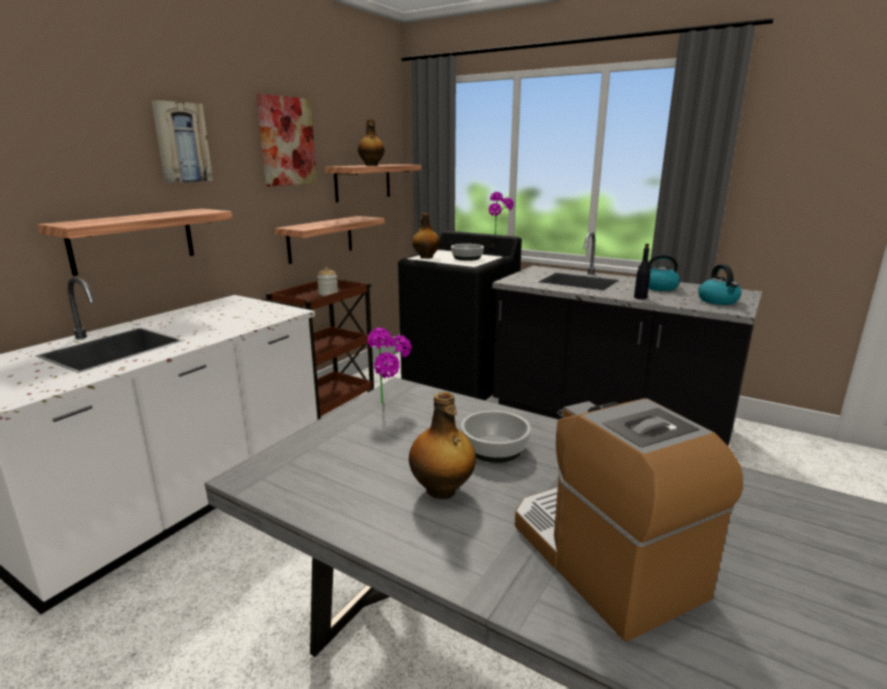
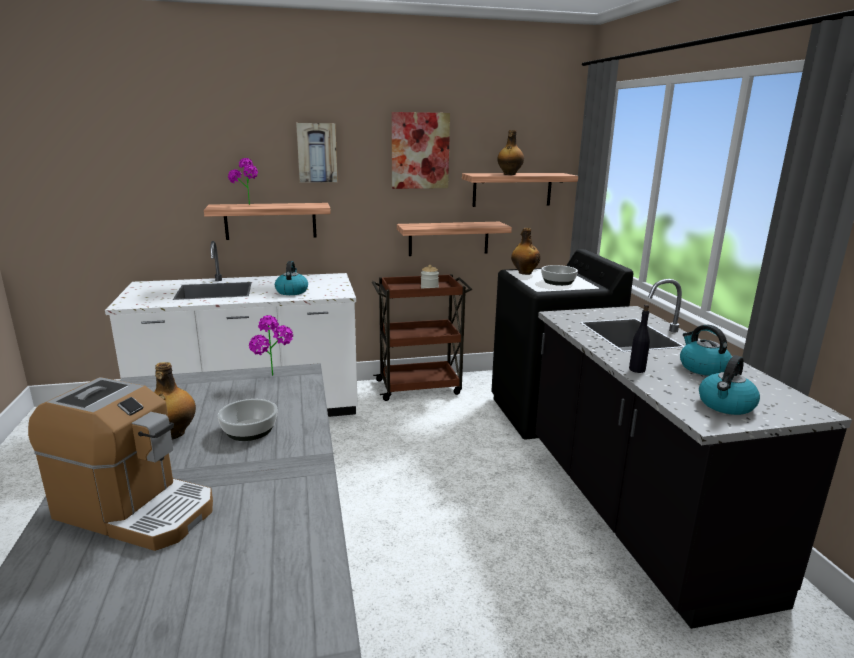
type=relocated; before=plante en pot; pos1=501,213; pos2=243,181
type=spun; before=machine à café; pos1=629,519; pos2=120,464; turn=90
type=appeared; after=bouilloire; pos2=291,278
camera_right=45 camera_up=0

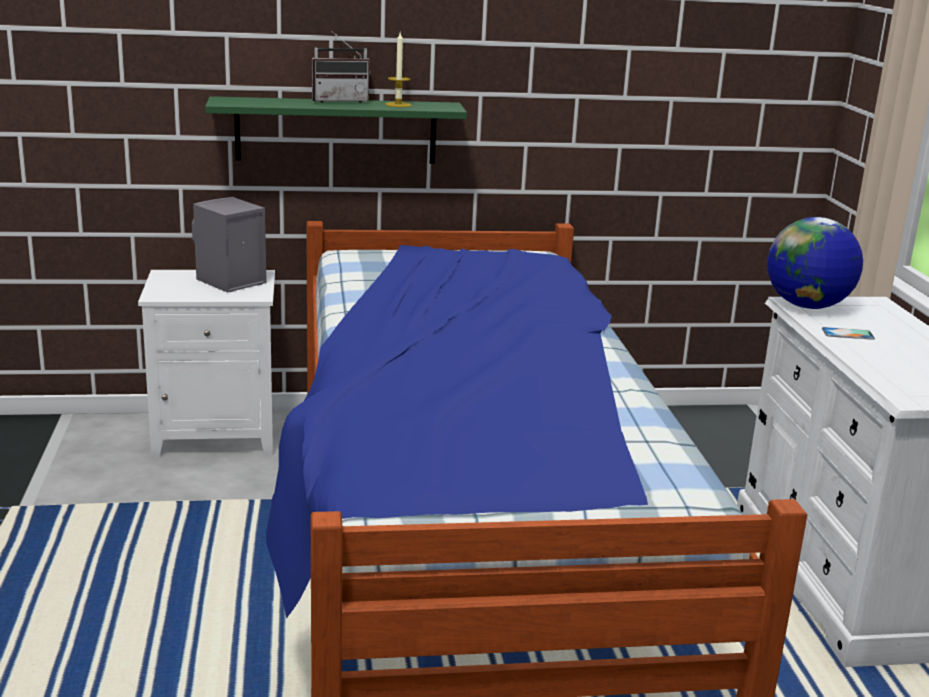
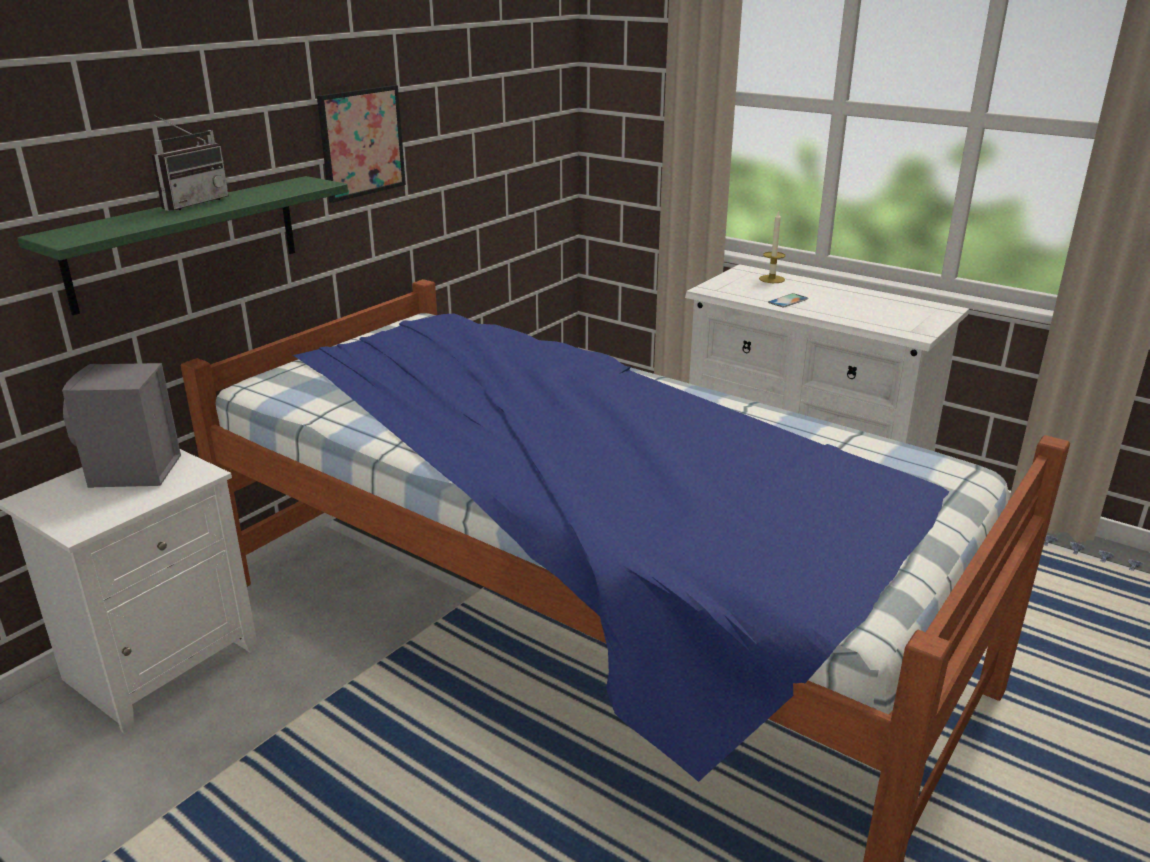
type=relocated; before=bougie; pos1=398,70; pos2=772,246
type=missing; before=globe; pos1=815,263
type=appeared; after=tableau; pos2=361,144
camera_right=-45 camera_up=5

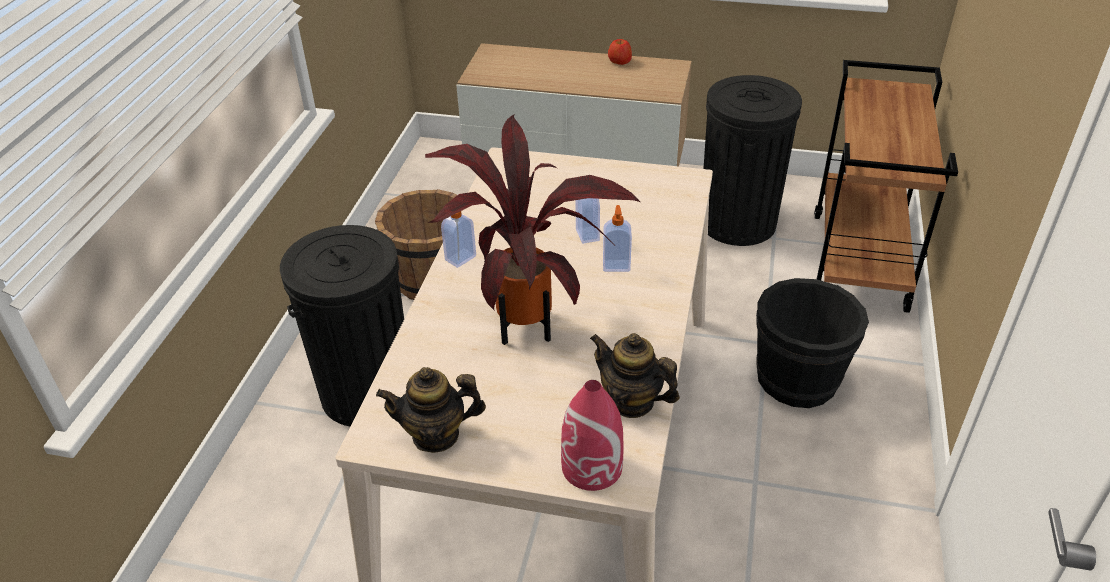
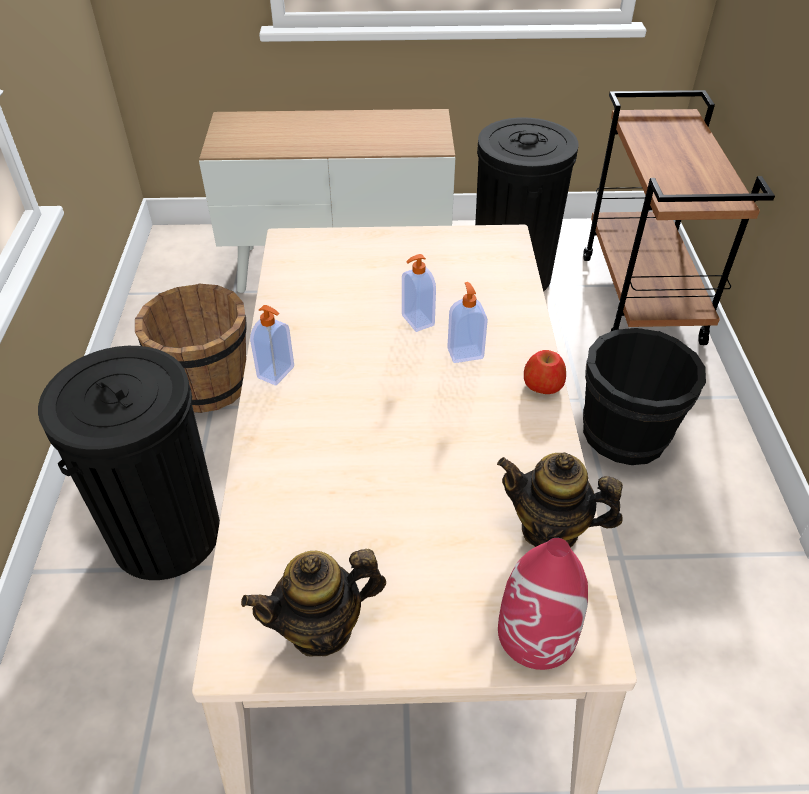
type=missing; before=plante en pot; pos1=533,230
type=relocated; before=pomme; pos1=620,52; pos2=545,372
camera_right=-15 camera_up=5

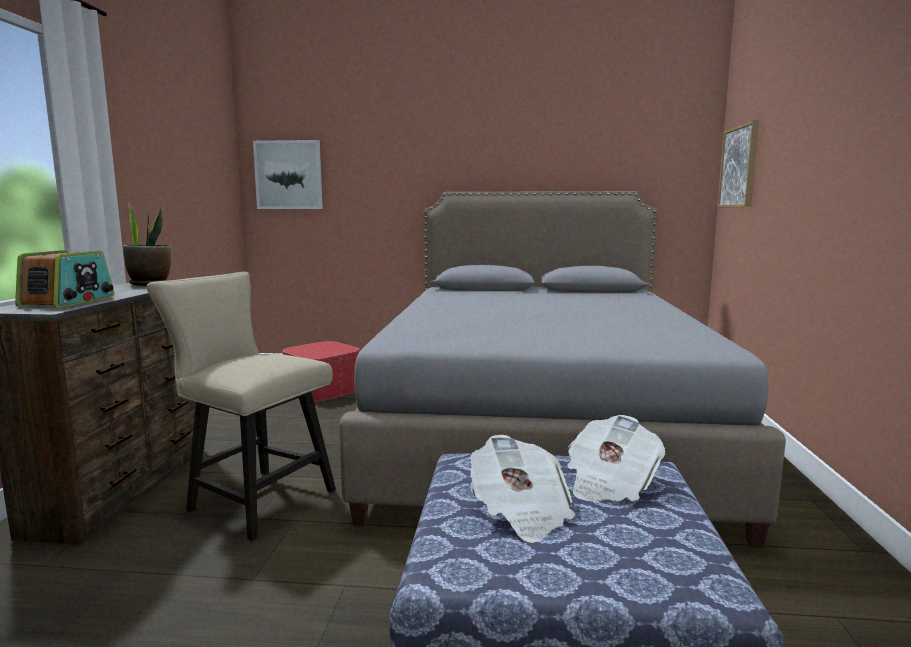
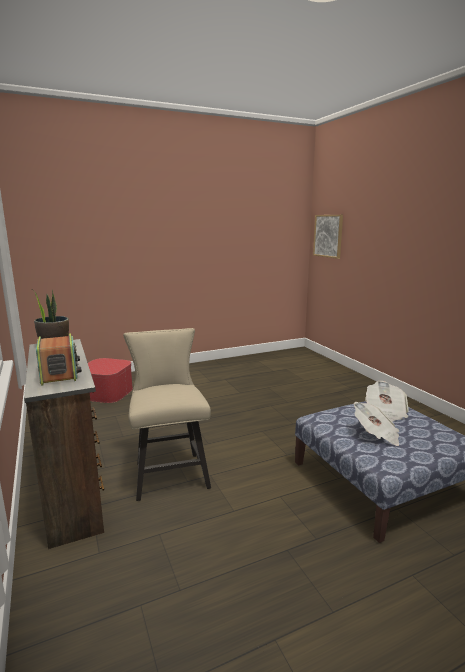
type=spun; before=chaise (beige); pos1=241,406; pos2=167,414; turn=75
type=missing; before=tableau; pos1=288,174
type=missing; before=lit (gris); pos1=562,369
camera_right=-30 camera_up=5

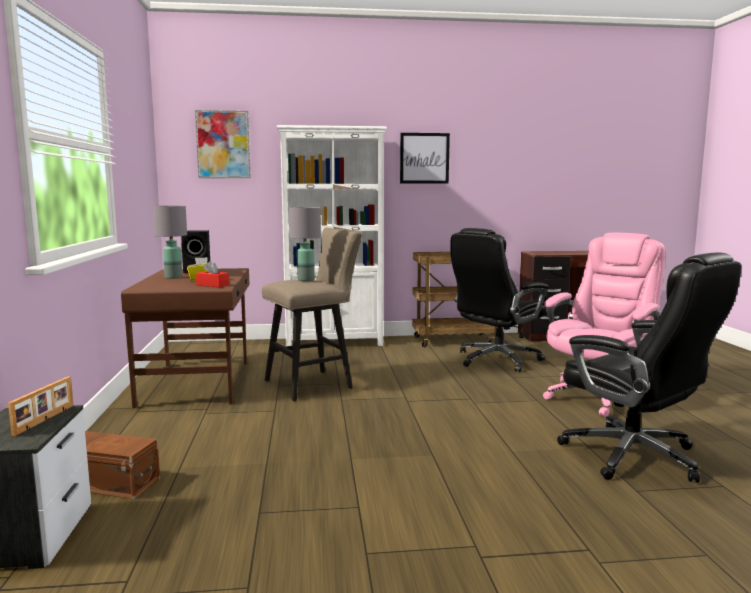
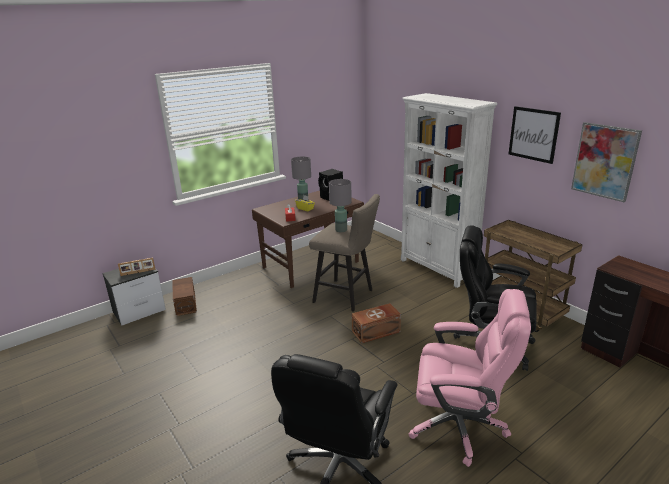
type=relocated; before=tableau; pos1=223,144; pos2=606,162
type=appeared; after=boîte de rangement (marron); pos2=376,323
camera_right=60 camera_up=15

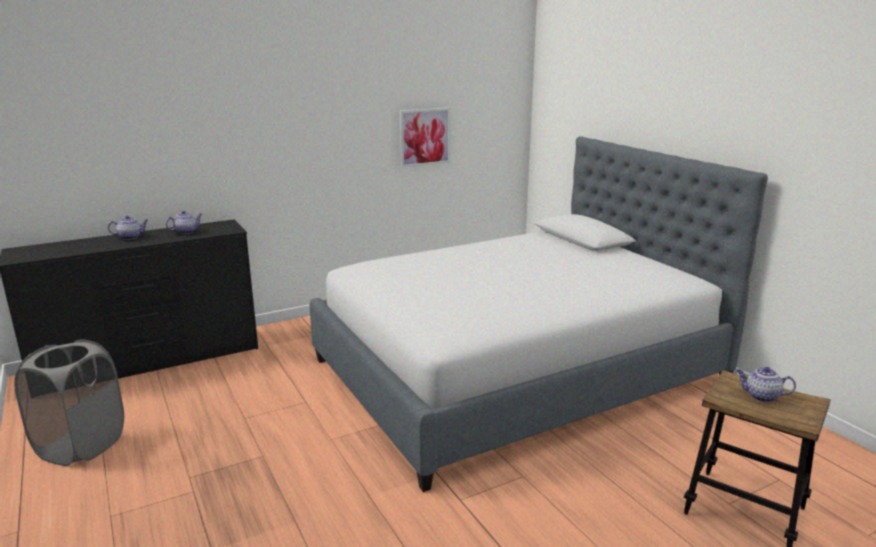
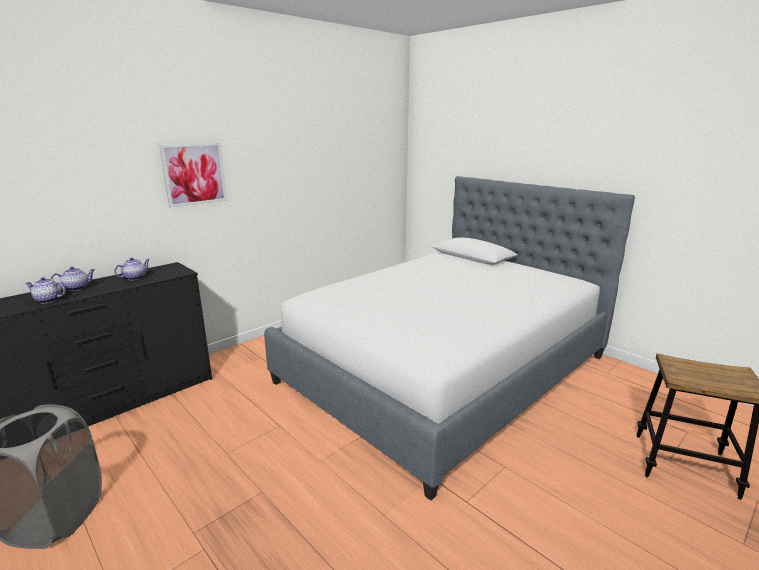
type=relocated; before=tableau; pos1=425,138; pos2=193,175
type=relocated; before=théière; pos1=766,384; pos2=45,290
camera_right=-15 camera_up=0

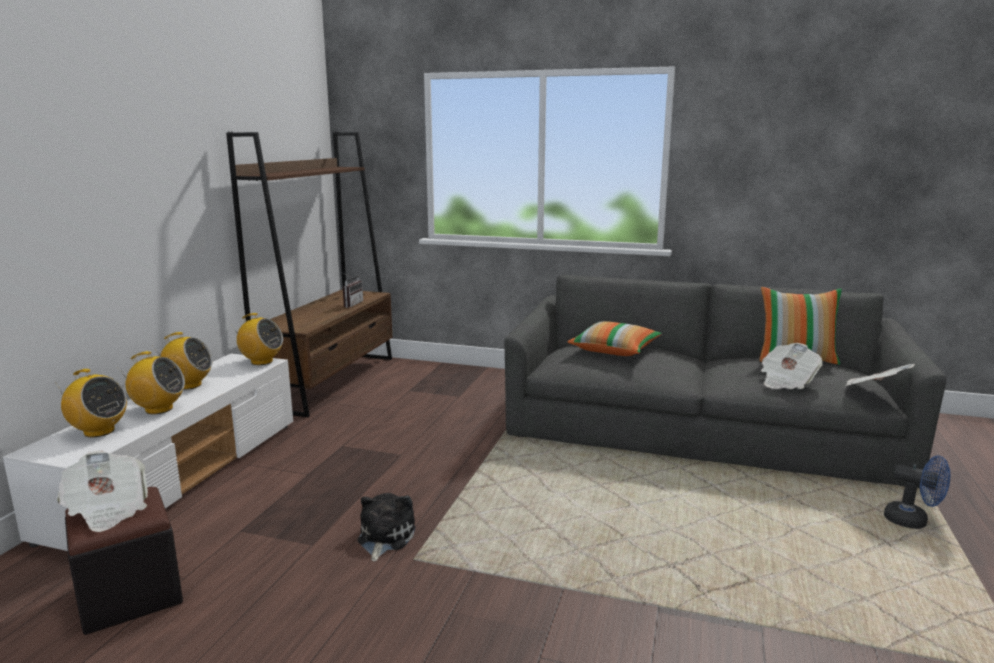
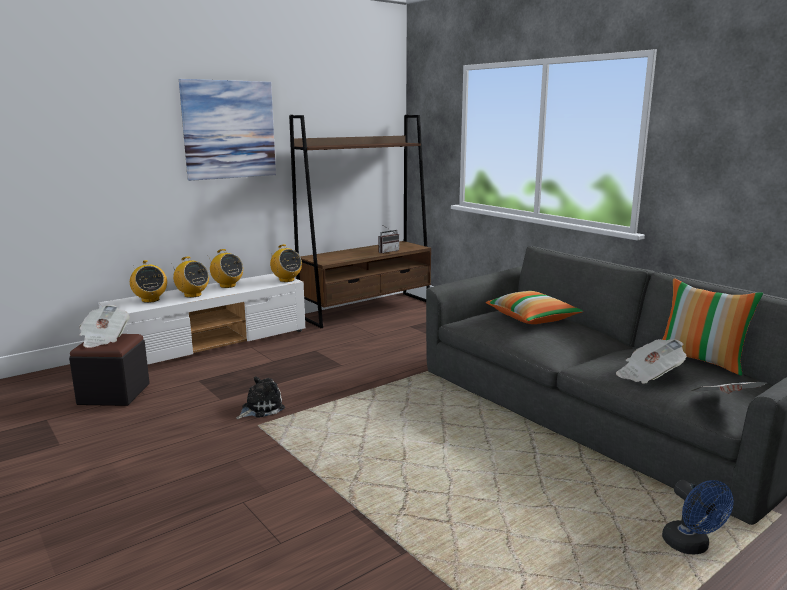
type=appeared; after=tableau; pos2=227,130
camera_right=35 camera_up=0

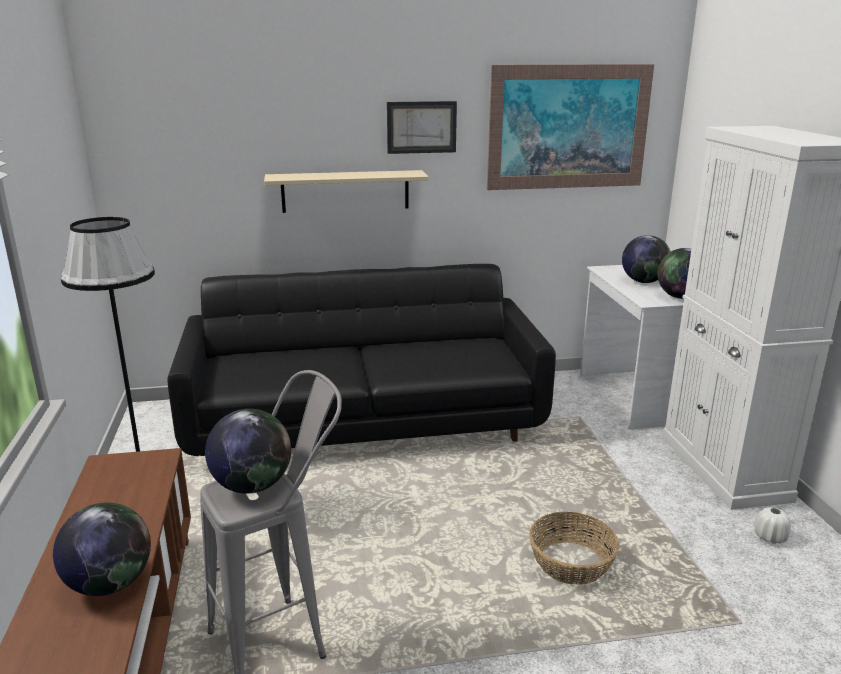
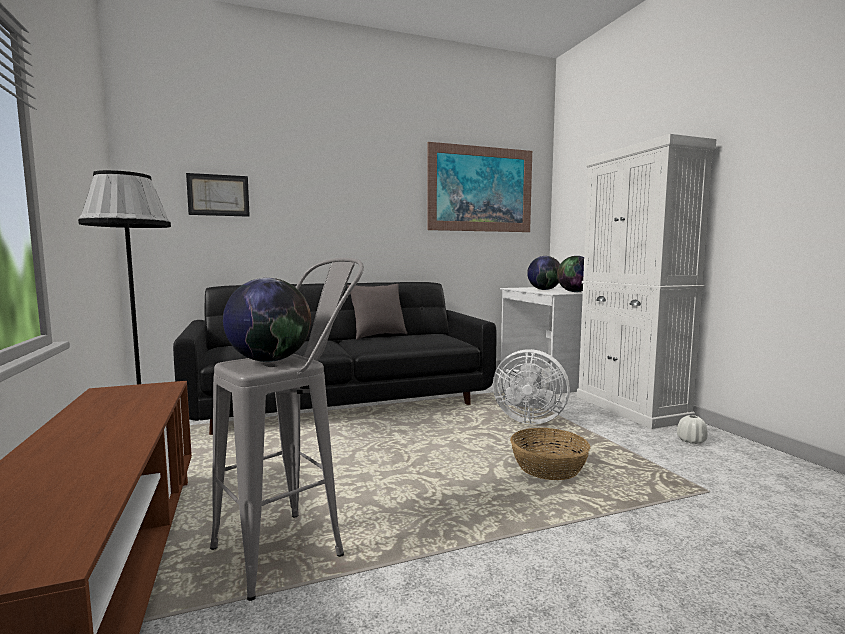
type=missing; before=globe; pos1=102,549
type=missing; before=étagère (beige); pos1=346,191
type=relocated; before=tableau; pos1=422,127; pos2=218,195
type=appeared; after=coussin (gris); pos2=377,312
type=appeared; after=ventilateur (blanc); pos2=531,386
camera_right=-10 camera_up=-15

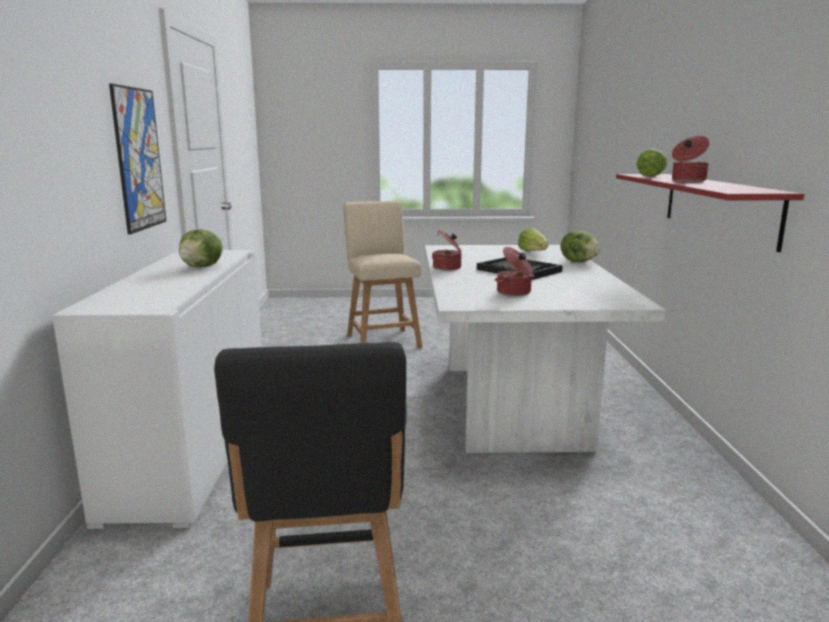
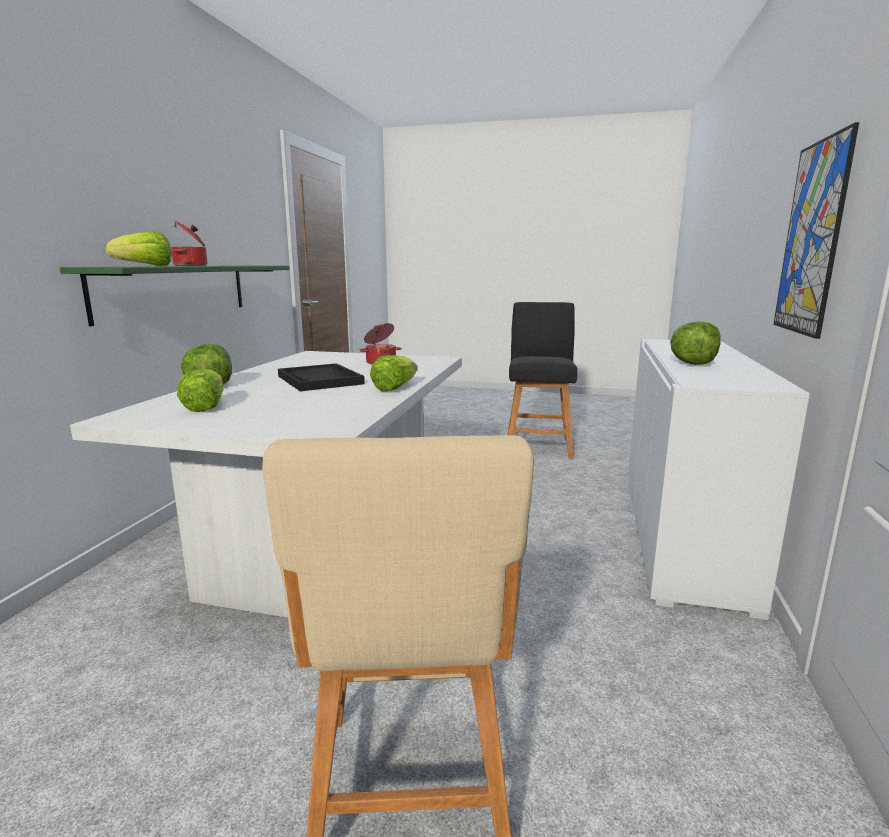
type=exchanged; before=marmite; after=laitue; pos1=446,250; pos2=394,373
type=colour; before=étagère (rouge); after=étagère (vert); pos1=710,213; pos2=175,296
camera_right=-165 camera_up=0

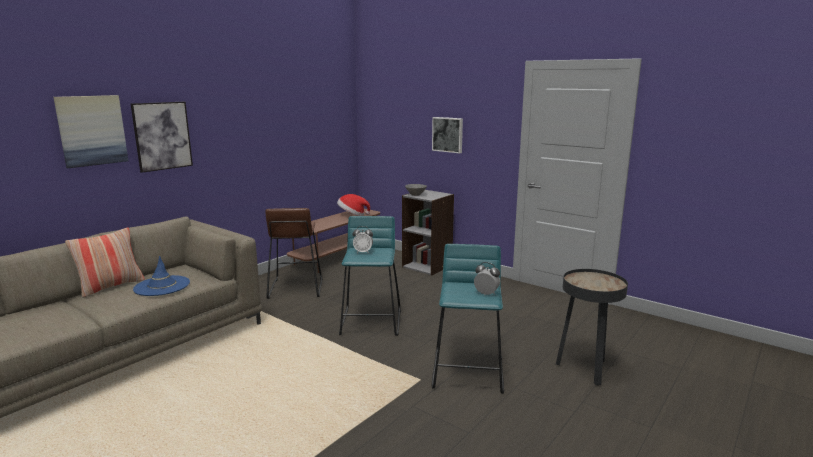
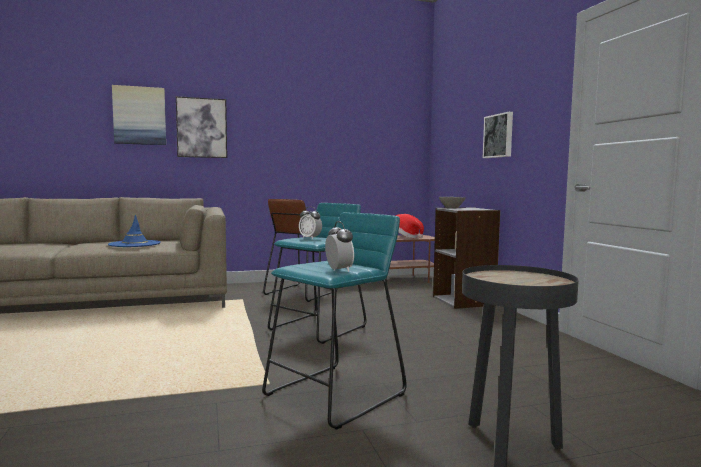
type=missing; before=coussin; pos1=105,262
camera_right=35 camera_up=-10

